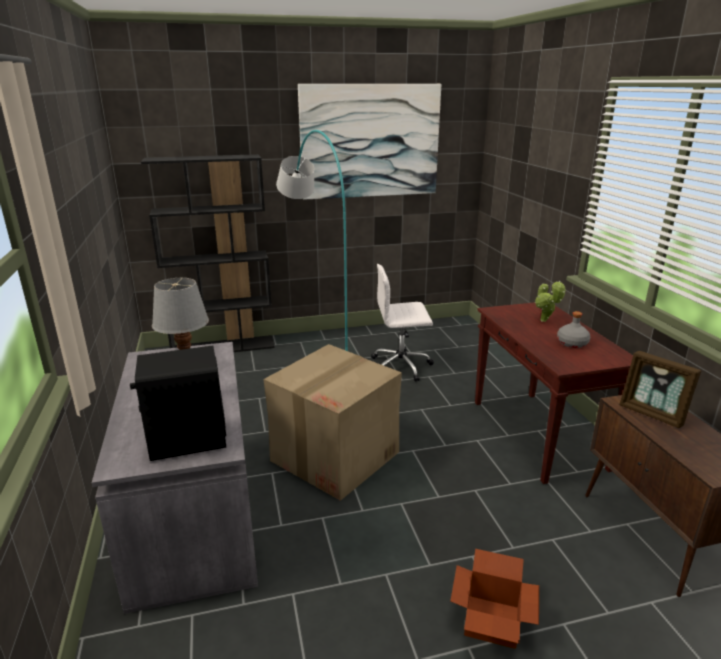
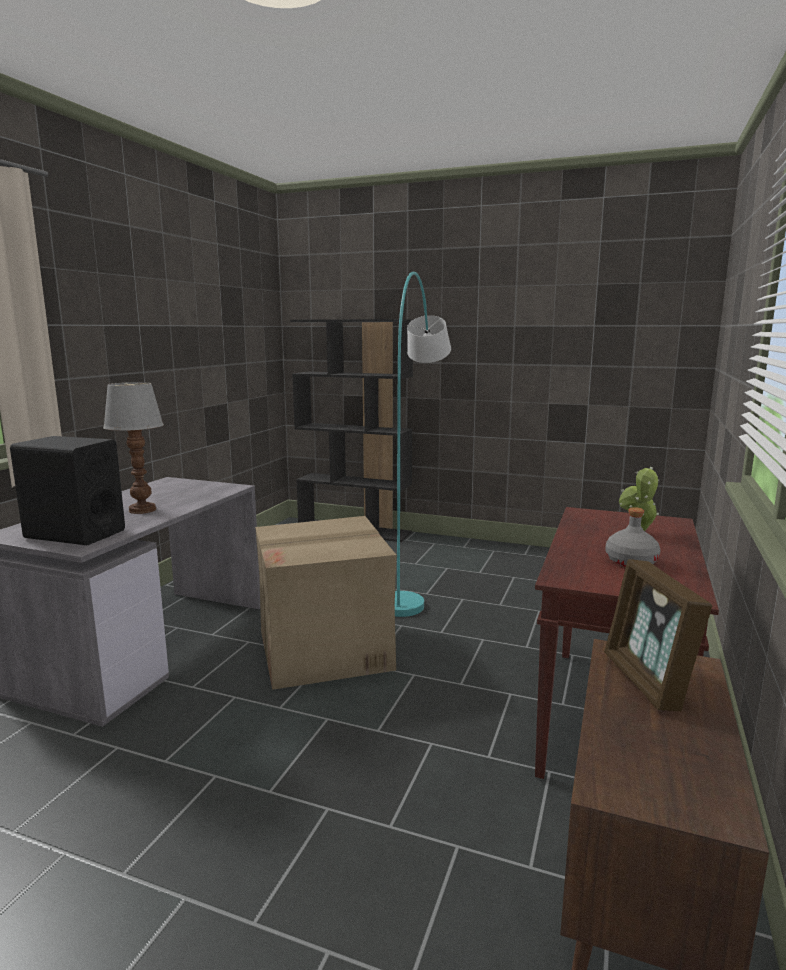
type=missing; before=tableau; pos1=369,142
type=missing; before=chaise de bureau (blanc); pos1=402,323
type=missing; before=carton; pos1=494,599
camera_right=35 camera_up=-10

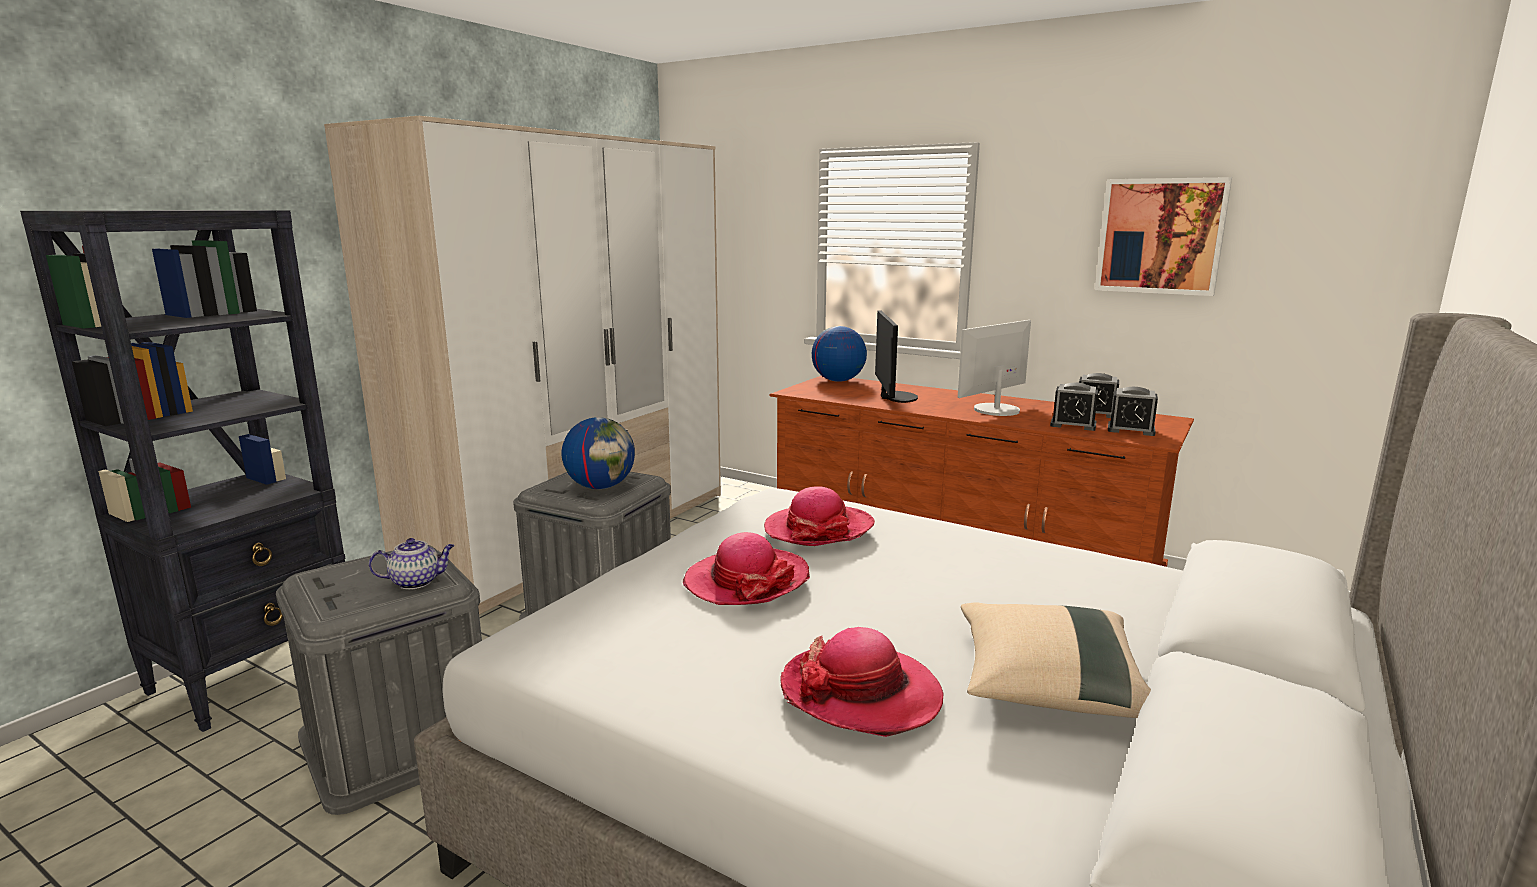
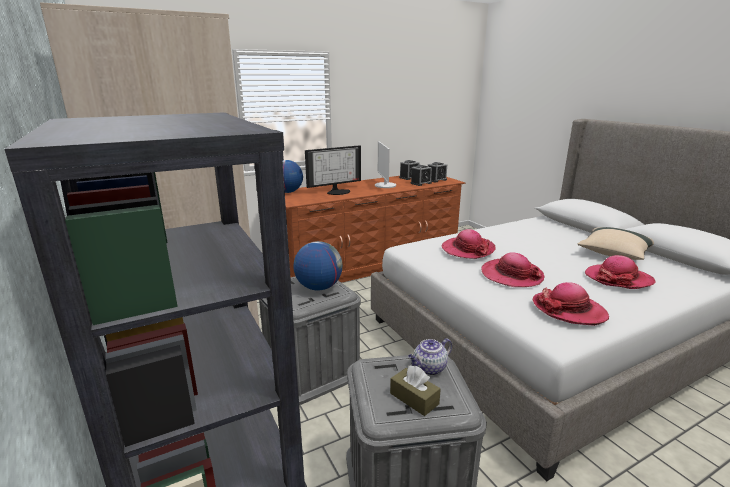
type=spun; before=théière; pos1=412,563; pos2=430,356; turn=-135
type=spun; before=écran d'ordinateur; pos1=896,356; pos2=333,170; turn=120
type=missing; before=tableau; pos1=1163,236
type=appeared; after=boîte à mouchoirs (marron); pos2=415,391
type=appeared; after=chapeau; pos2=571,304
camera_right=-60 camera_up=5

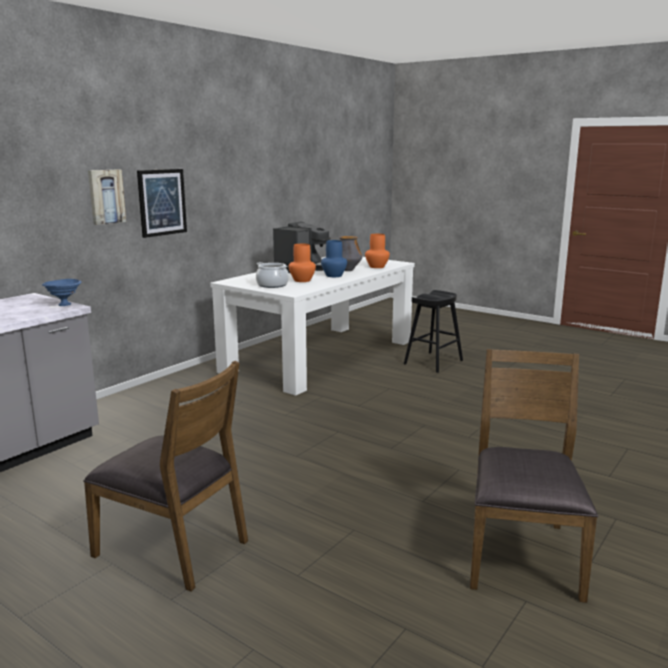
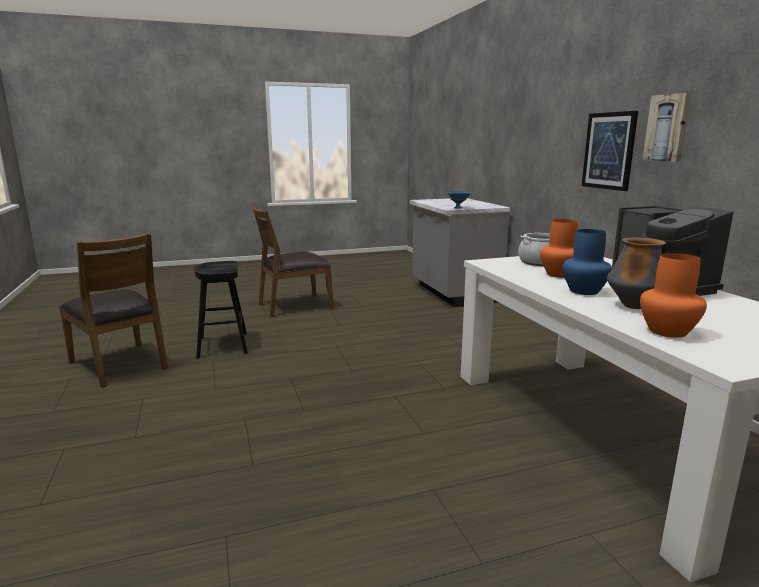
type=relocated; before=tableau; pos1=107,197; pos2=667,127
type=relocated; before=tabouret (noir); pos1=433,331; pos2=221,309
camera_right=125 camera_up=0

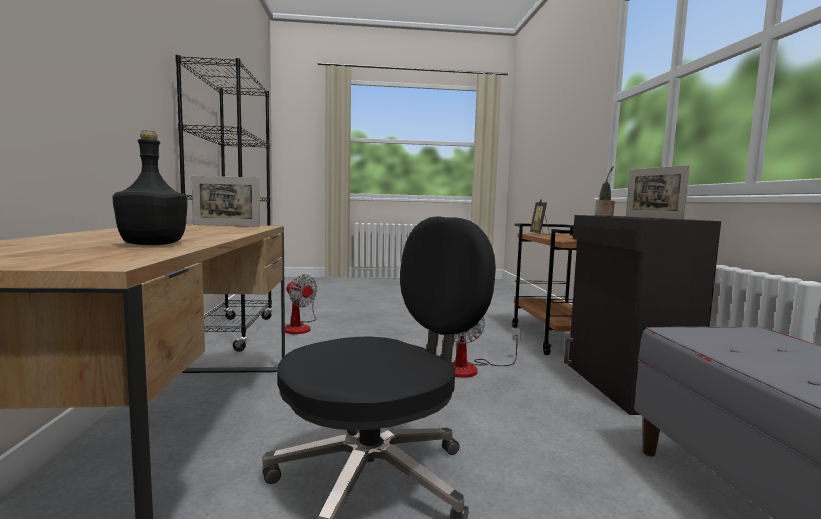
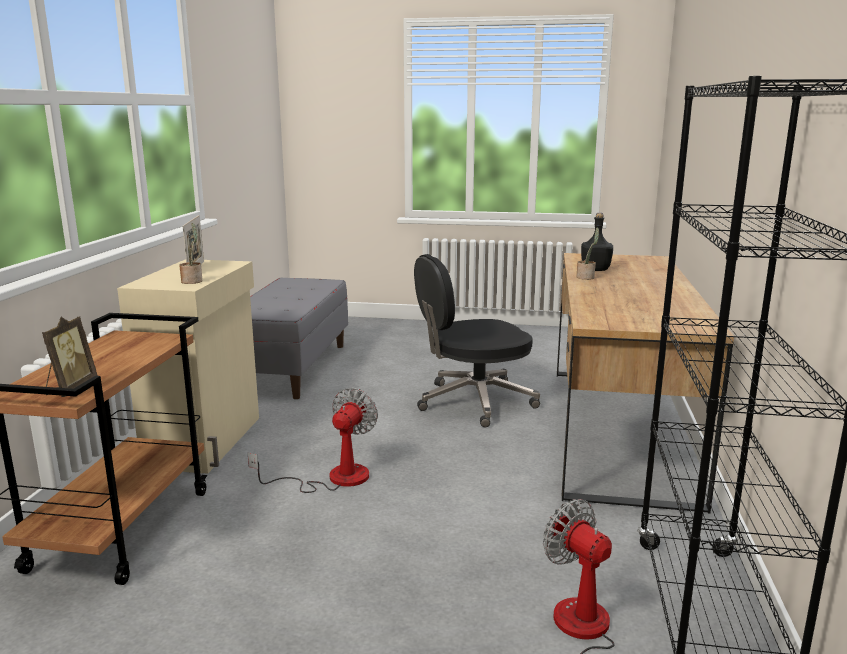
type=missing; before=cadre photo; pos1=225,201
type=colour; before=meuble de rangement (noir); after=meuble de rangement (beige); pos1=642,315; pos2=188,366
type=appeared; after=plante en pot; pos2=587,253
camera_right=-165 camera_up=10

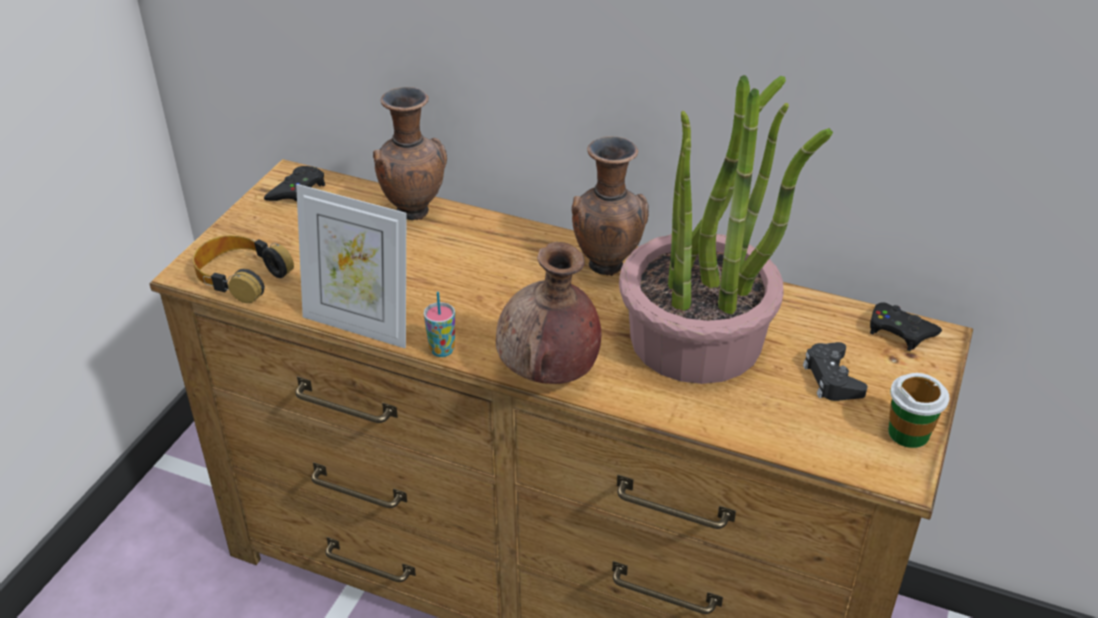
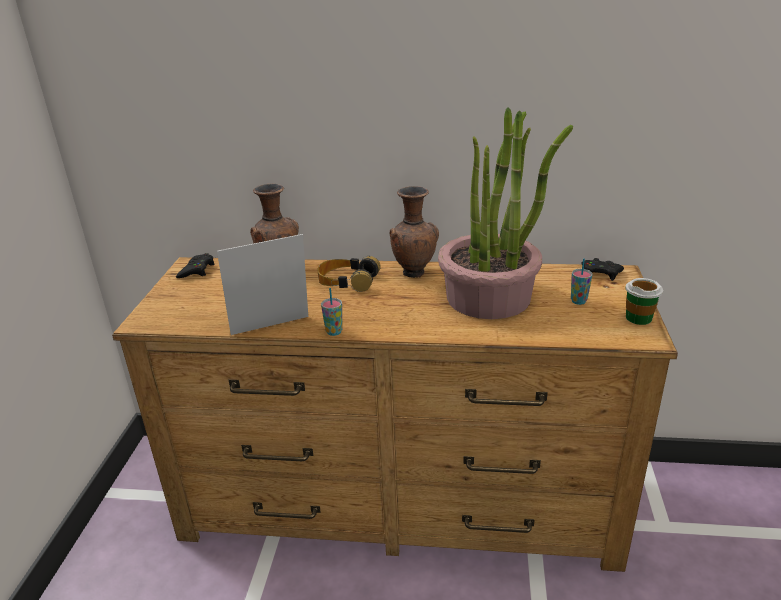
type=relocated; before=casque audio; pos1=243,269; pos2=349,274
type=spun; before=cadre photo; pos1=351,266; pos2=262,284; turn=150
type=missing; before=vase (marron); pos1=549,313
type=exchanged; before=manette (noir); after=tasse; pos1=835,371; pos2=582,281
camera_right=-15 camera_up=-10

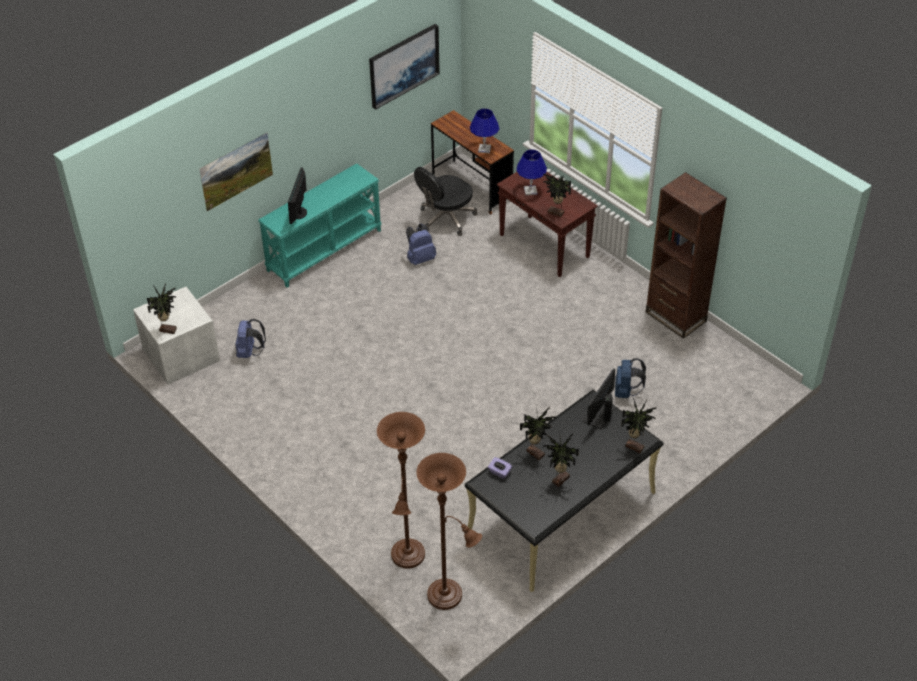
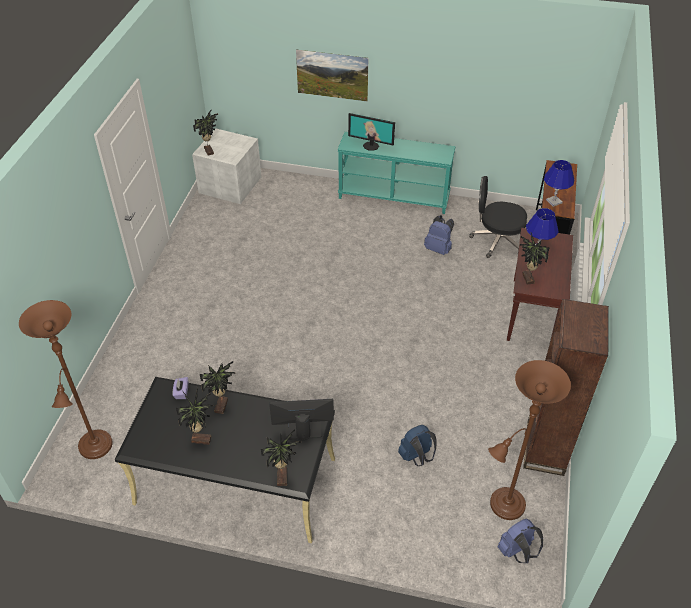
type=relocated; before=sac à dos (bleu); pos1=250,338; pos2=520,541
type=spun; before=écran d'ordinateur; pos1=297,196; pos2=371,132; turn=-135
type=missing; before=tableau; pos1=404,67
type=relocated; before=lampadaire (marron); pos1=401,490; pos2=529,440
camera_right=55 camera_up=0

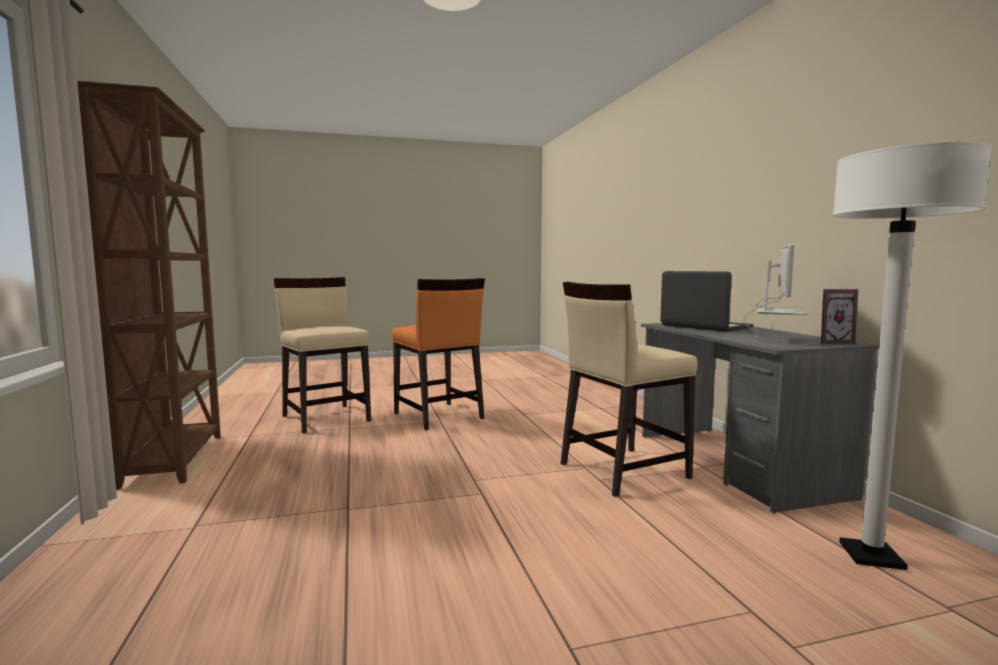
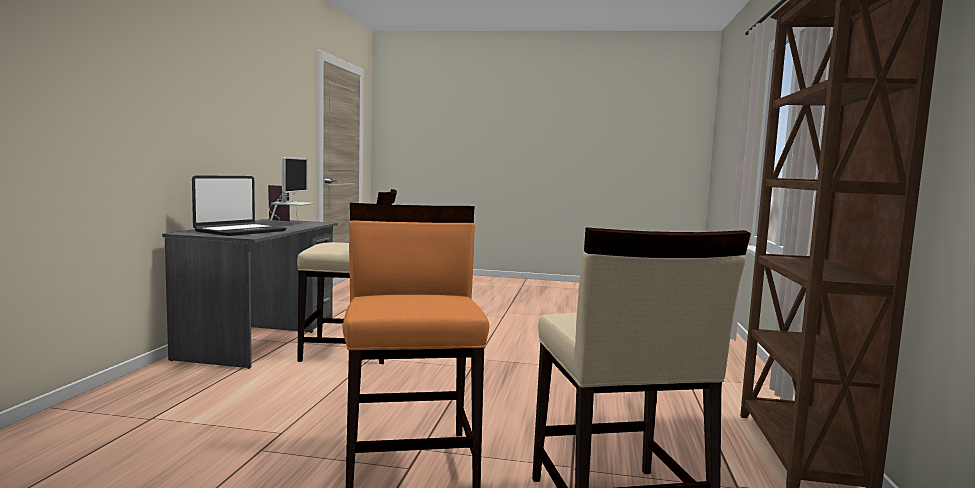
type=spun; before=ordinateur portable; pos1=707,301; pos2=239,205; turn=-135
type=spun; before=écran d'ordinateur; pos1=775,291; pos2=291,189; turn=135
type=missing; before=lampadaire (blanc); pos1=912,356
camera_right=-155 camera_up=0

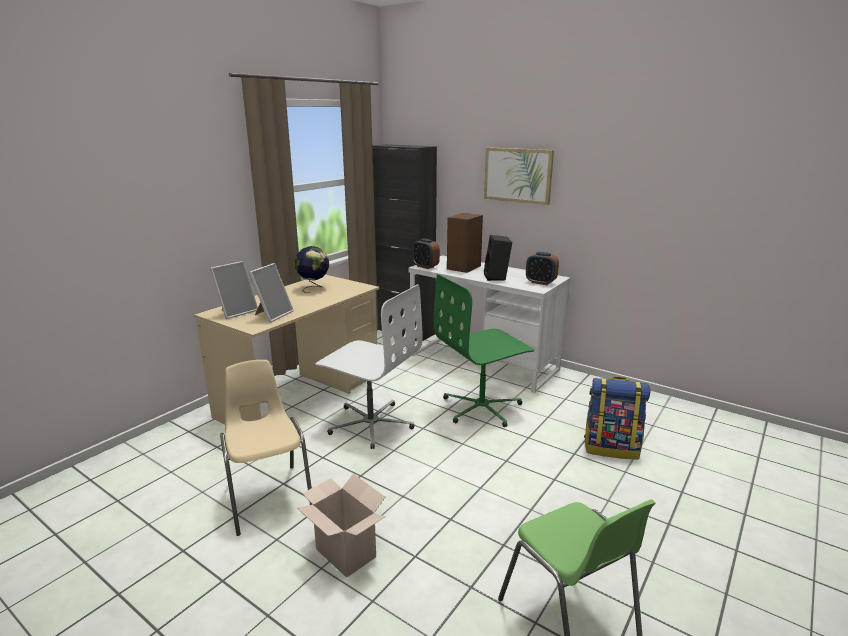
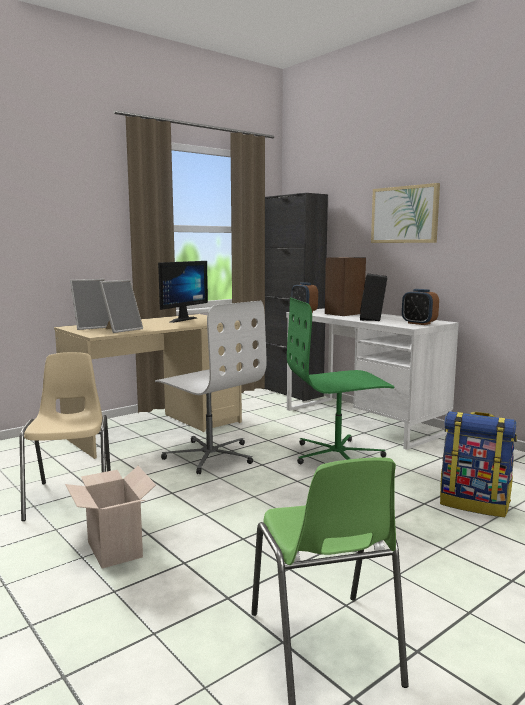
type=exchanged; before=globe; after=écran d'ordinateur; pos1=312,269; pos2=183,292
camera_right=15 camera_up=-10

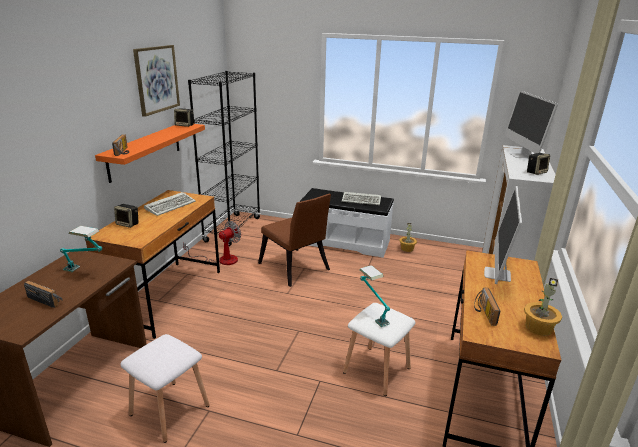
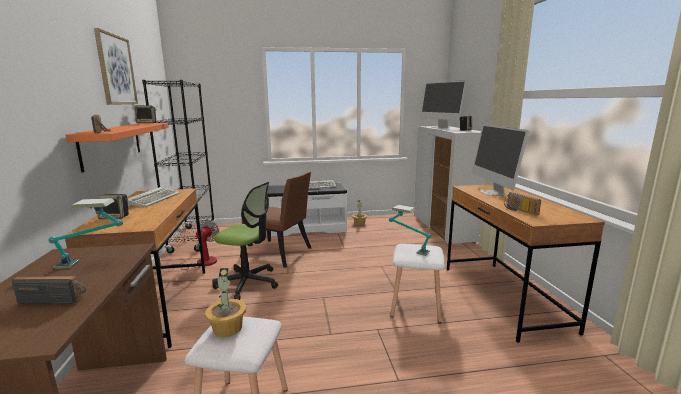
type=relocated; before=plante en pot; pos1=543,307; pos2=225,302
type=appeared; after=chaise de bureau; pos2=245,241
camera_right=-25 camera_up=-10

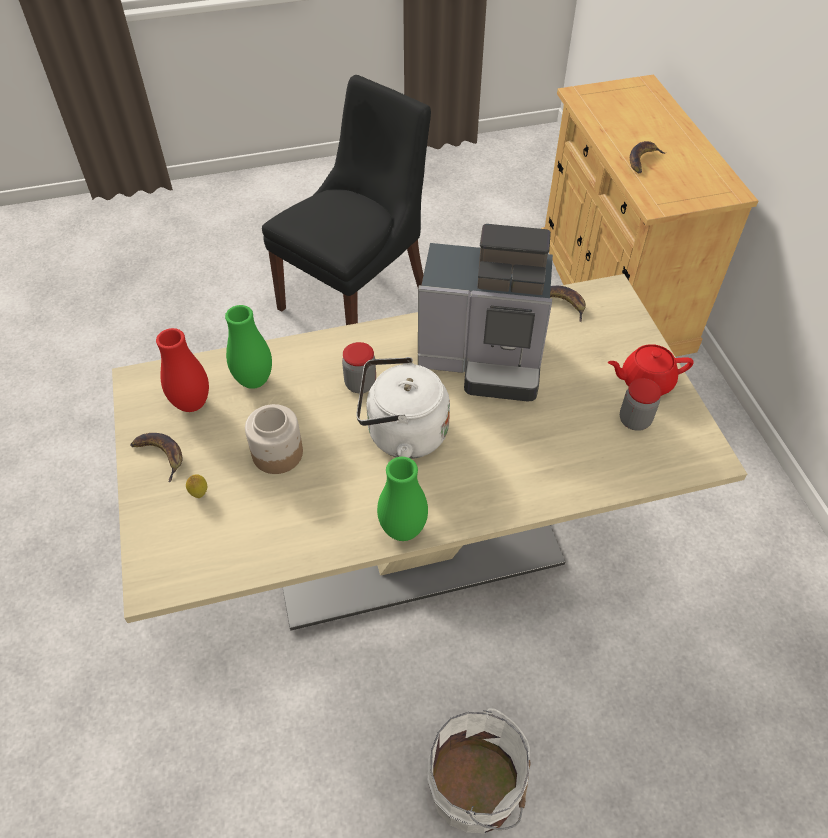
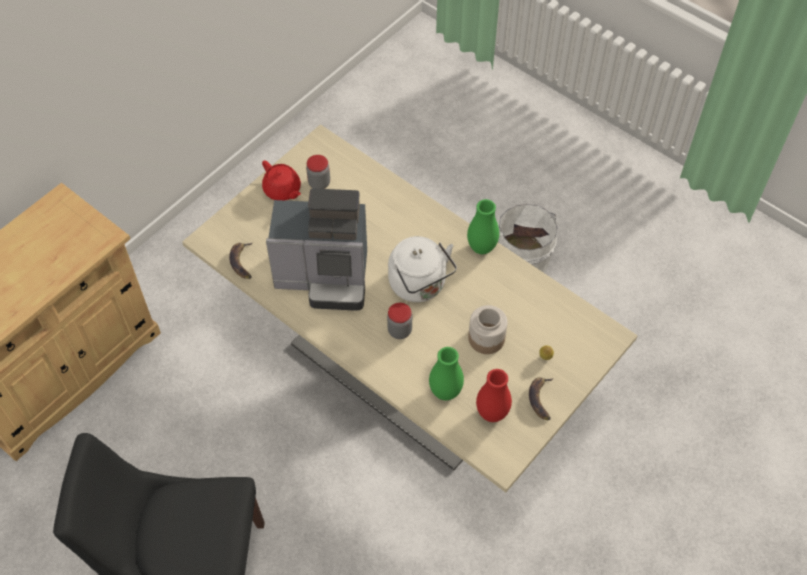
type=spun; before=machine à café; pos1=485,312; pos2=316,249; turn=120
type=missing; before=banane; pos1=648,157
camera_right=-125 camera_up=5

